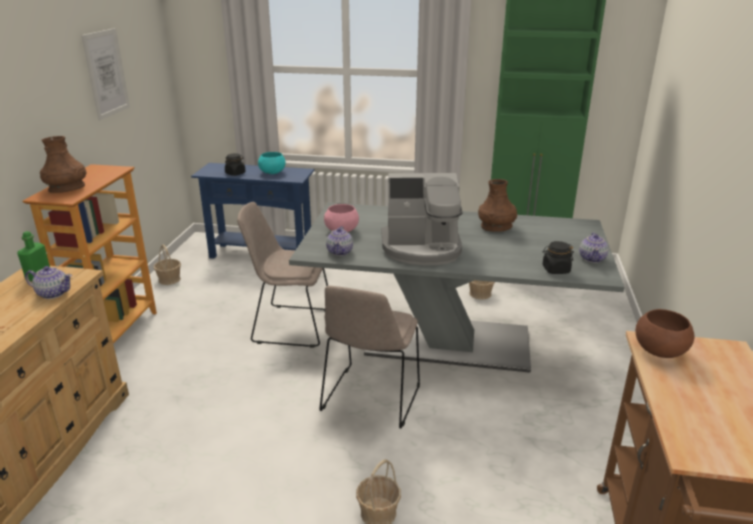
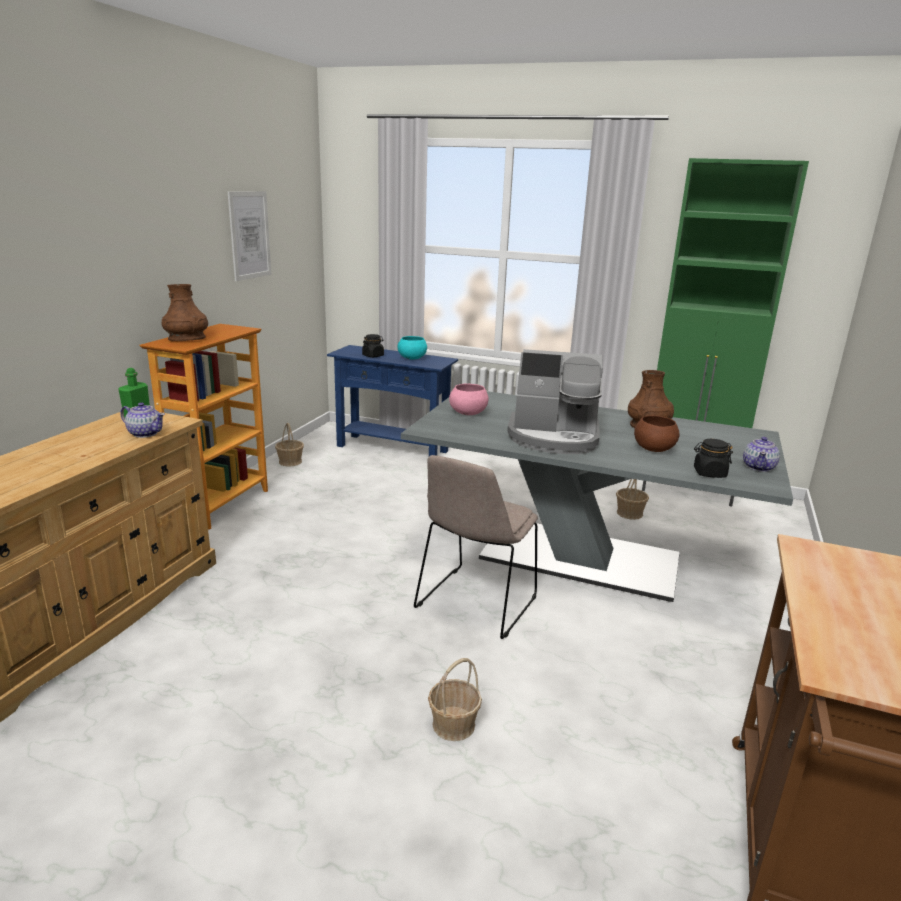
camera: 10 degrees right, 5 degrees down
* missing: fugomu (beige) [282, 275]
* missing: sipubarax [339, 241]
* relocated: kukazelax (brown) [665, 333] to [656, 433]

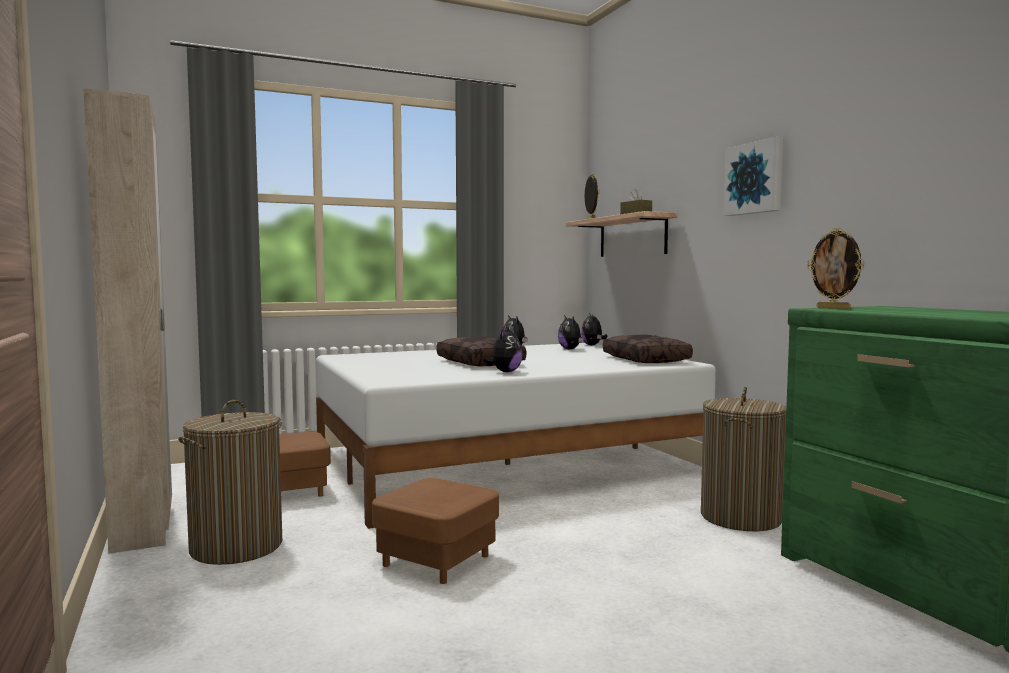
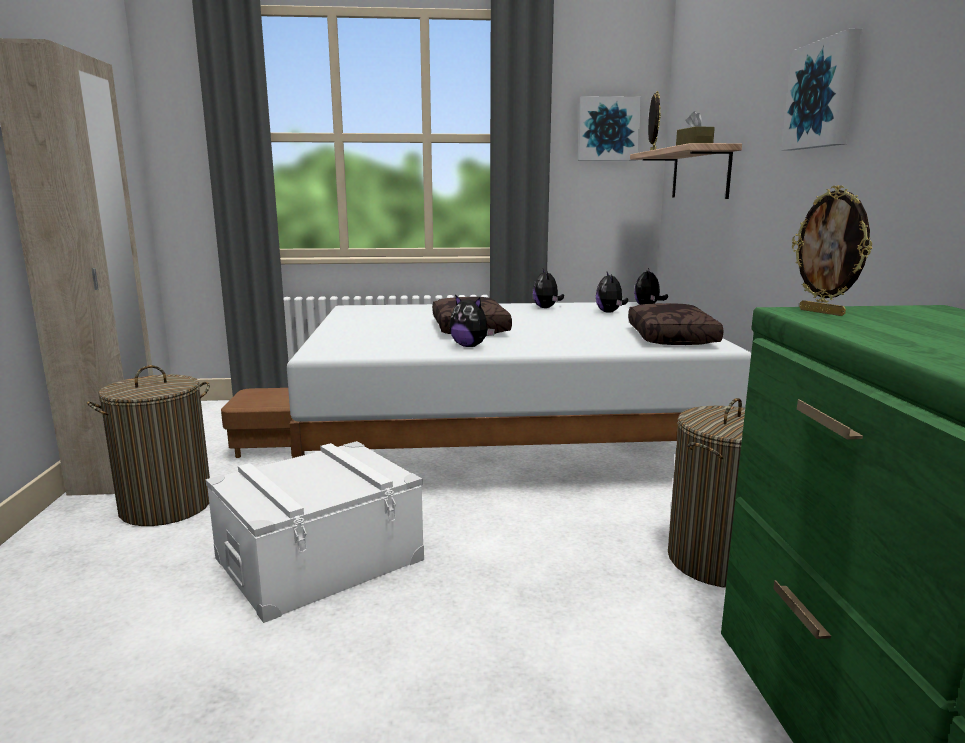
camera: 20 degrees right, 10 degrees up
* spun: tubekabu [503, 350] = [472, 321] 75 degrees clockwise
* exchanged: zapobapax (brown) [435, 531] to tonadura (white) [314, 532]
* appeared: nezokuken [609, 128]

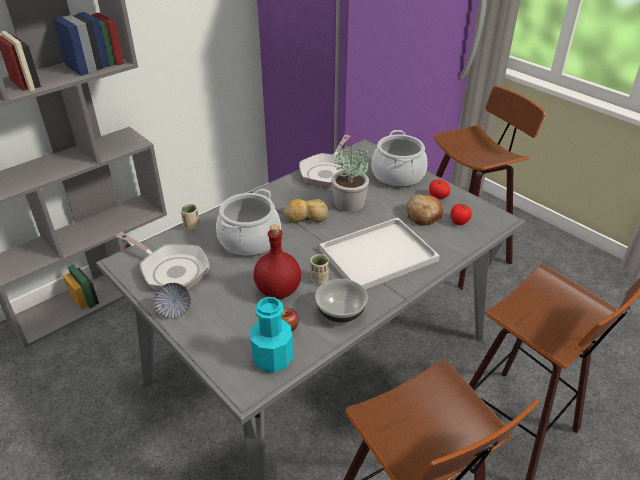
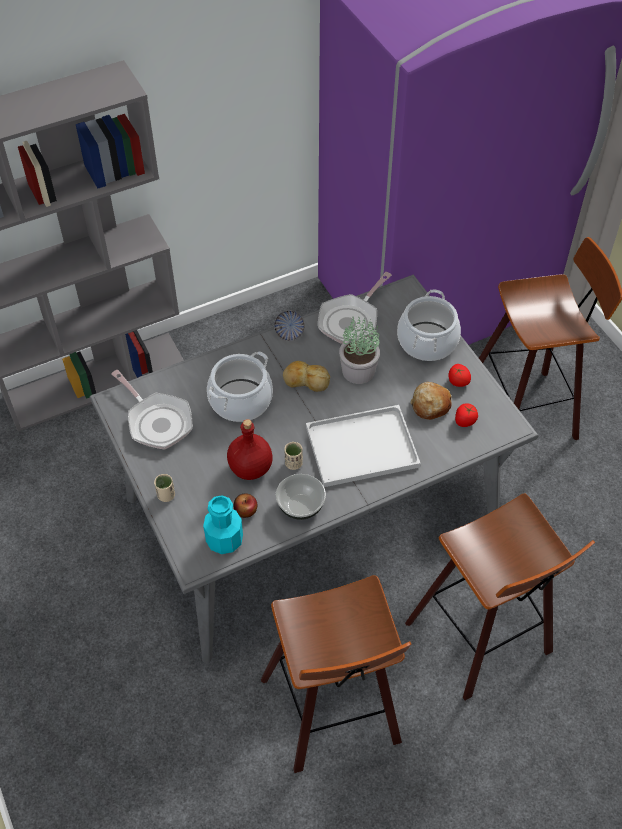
camera: 15 degrees right, 15 degrees up
* relocated: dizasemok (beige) [190, 217] to [164, 488]
* relocated: kukazelax [172, 301] to [289, 325]

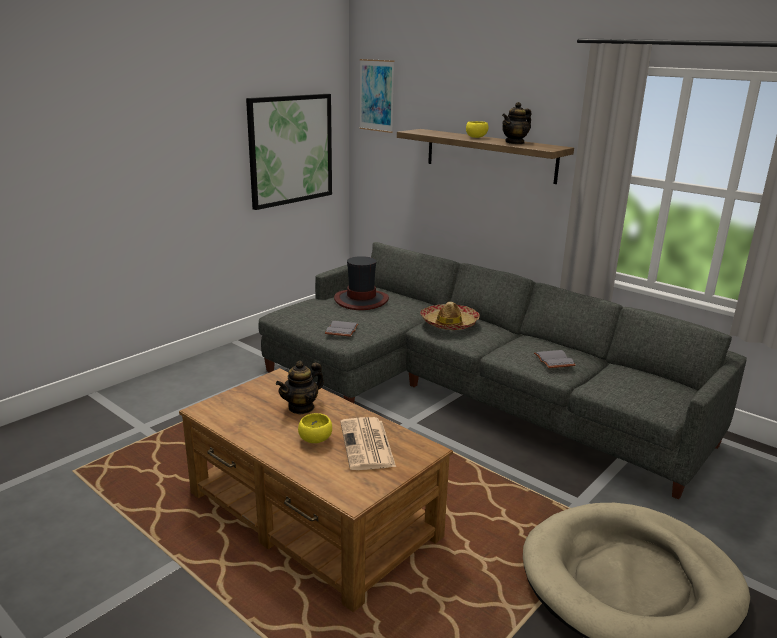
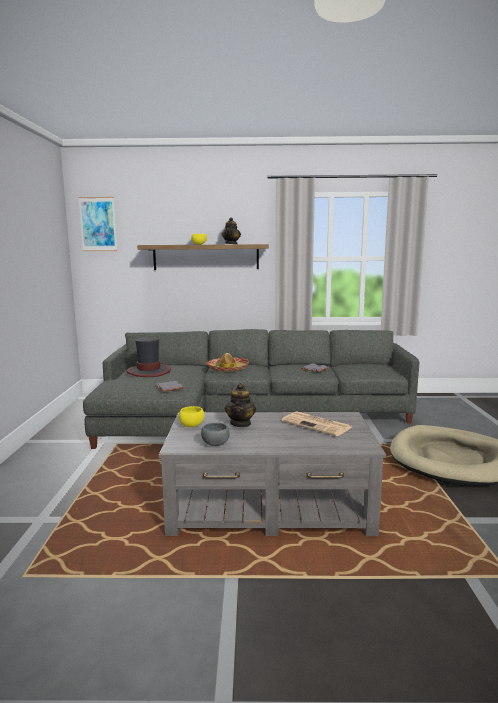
camera: 40 degrees left, 10 degrees down
* missing: nezokuken [289, 152]
* colour: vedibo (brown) [316, 490] to vedibo (grey) [272, 474]
* relocated: kukazelax (yellow) [315, 428] to [192, 416]
* appeared: kukazelax (grey) [215, 434]

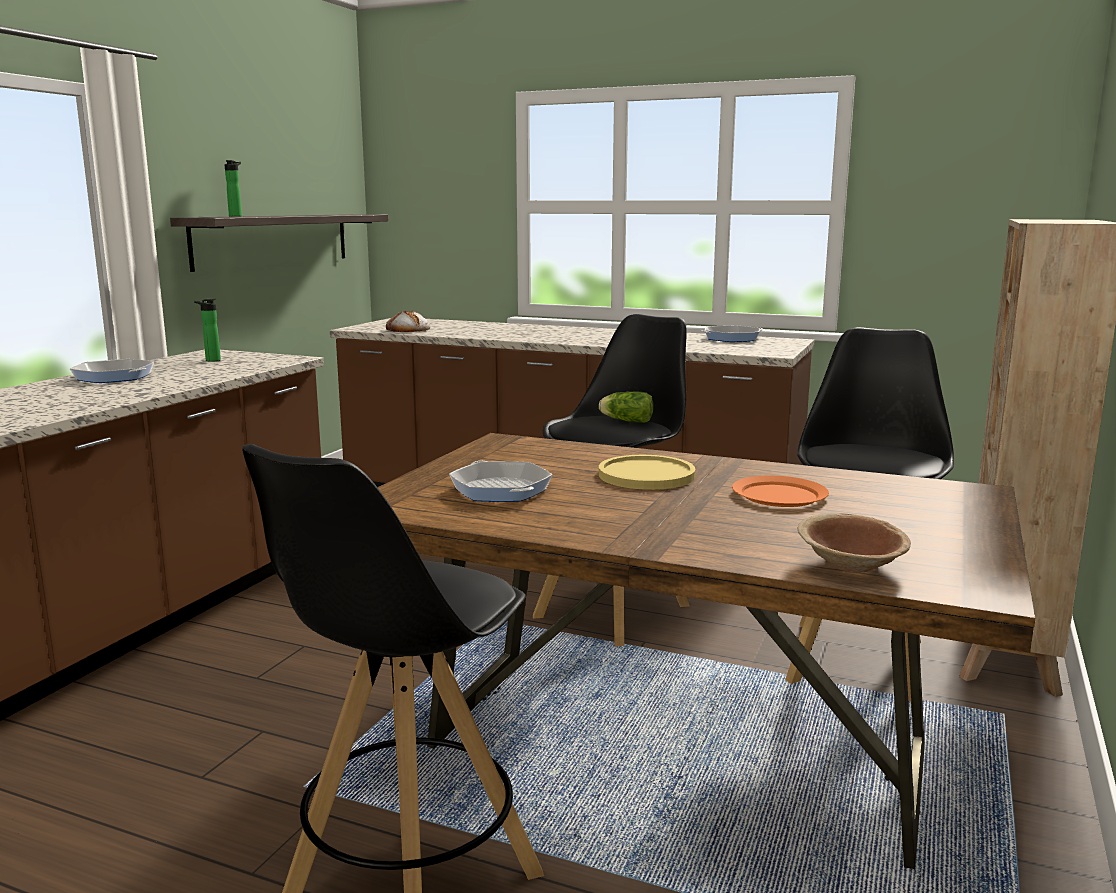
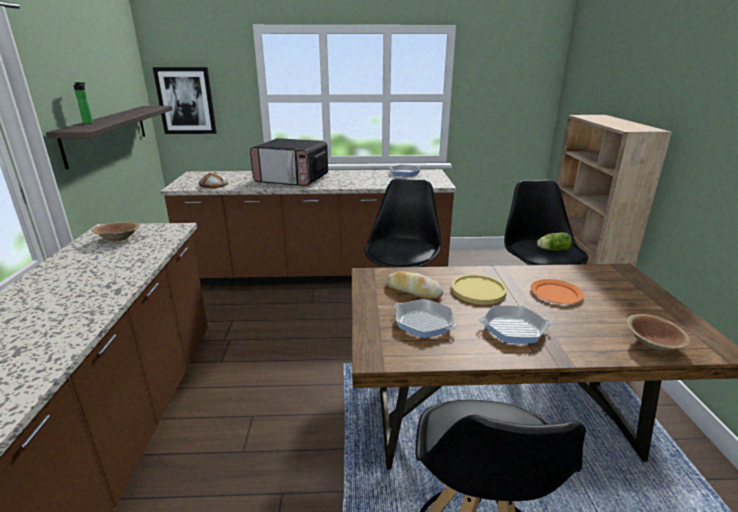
camera: 25 degrees left, 10 degrees up
* exchanged: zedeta [207, 330] to kukazelax (brown) [115, 232]
* relocated: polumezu [112, 371] to [515, 324]
* relocated: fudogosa [626, 407] to [554, 242]
* appeared: nezokuken [185, 100]
* appeared: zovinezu [289, 162]
* appeared: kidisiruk [414, 285]

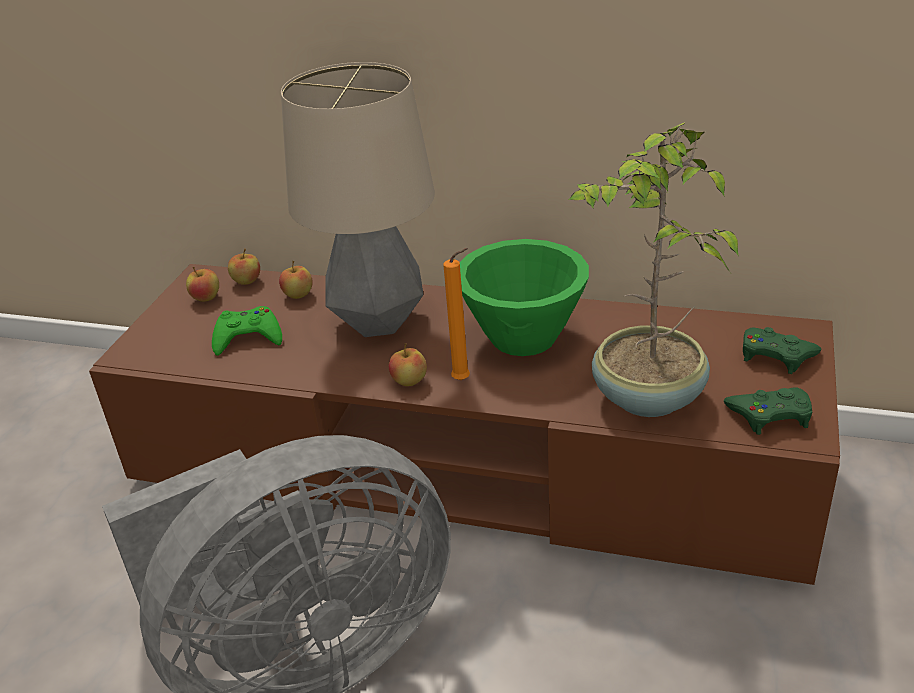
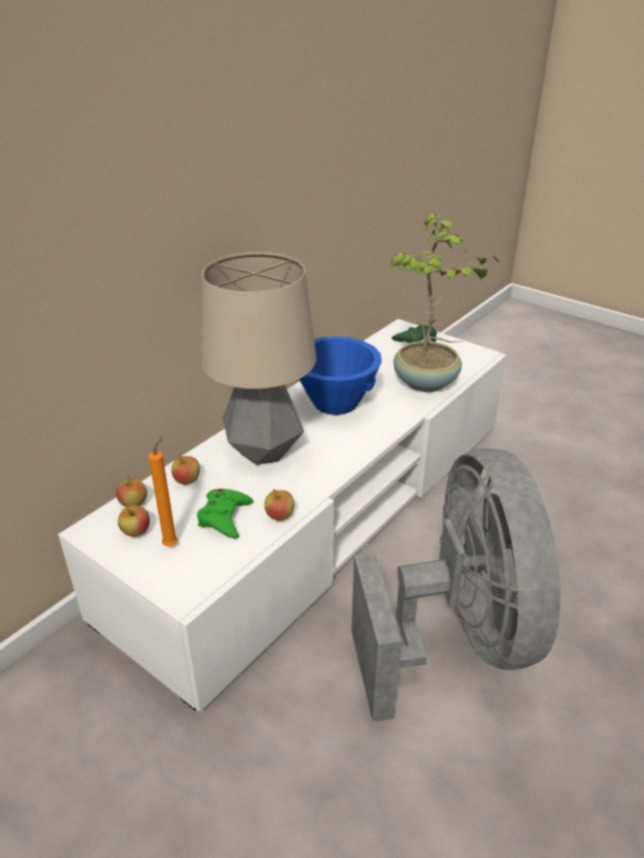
camera: 70 degrees left, 0 degrees up
* colour: kukazelax (green) [524, 297] to kukazelax (blue) [340, 375]
* relocated: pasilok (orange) [456, 314] to [163, 491]
* colour: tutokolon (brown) [464, 424] to tutokolon (white) [282, 515]
* relocated: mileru [408, 364] to [279, 505]
* missing: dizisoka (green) [768, 411]

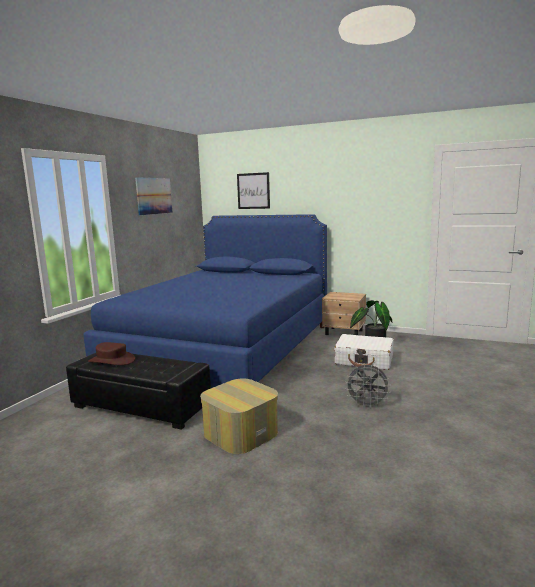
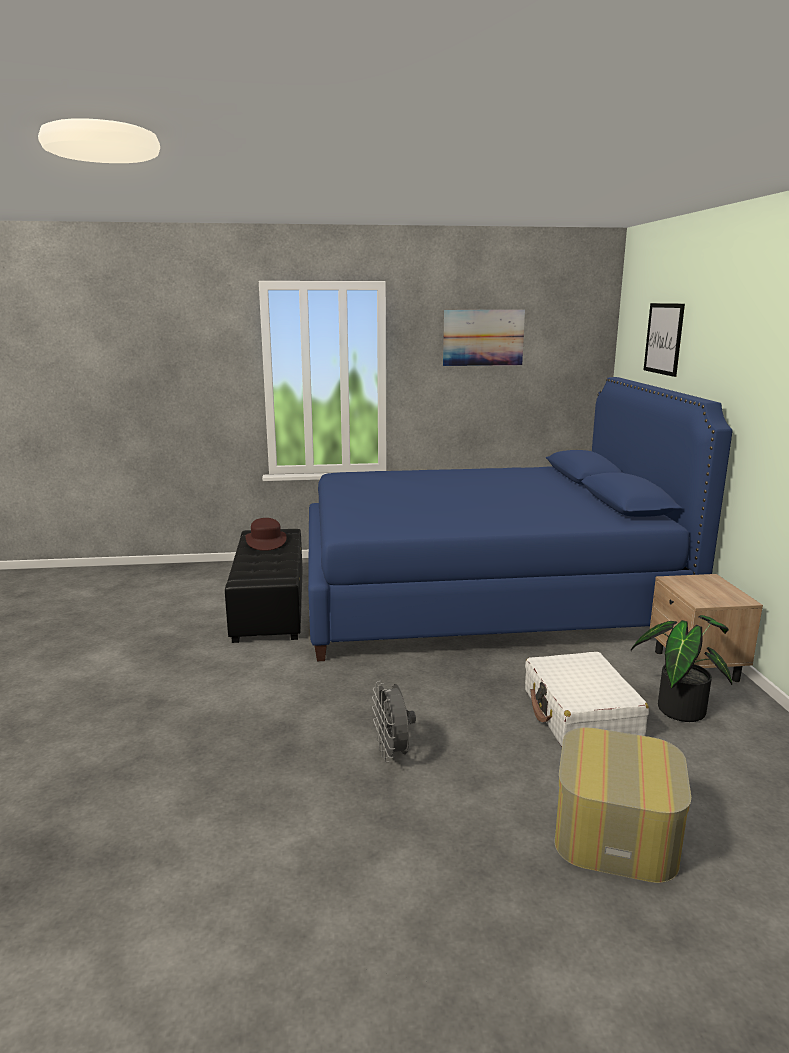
camera: 60 degrees right, 5 degrees up
* relocated: zapobapax [239, 416] to [622, 805]

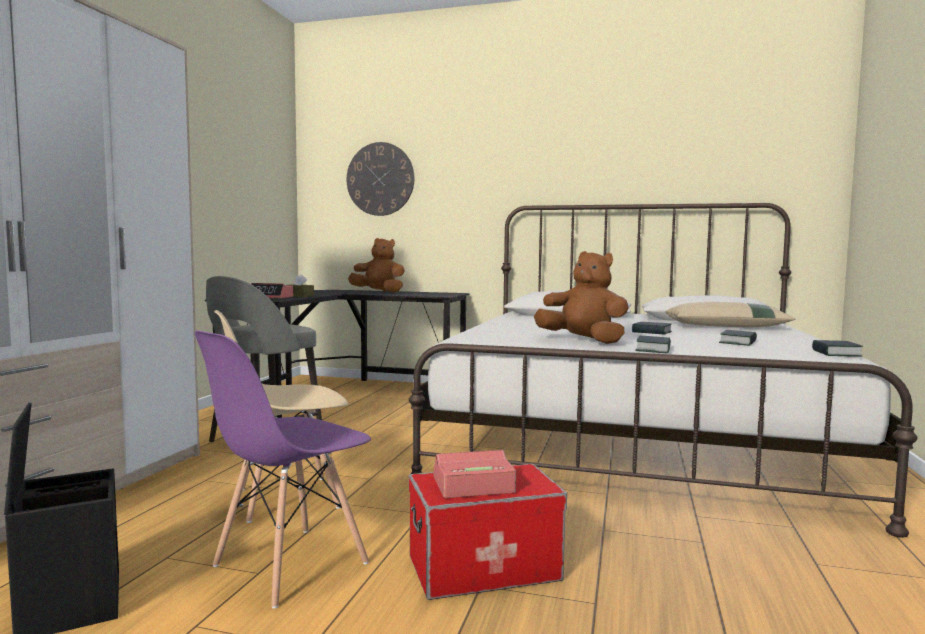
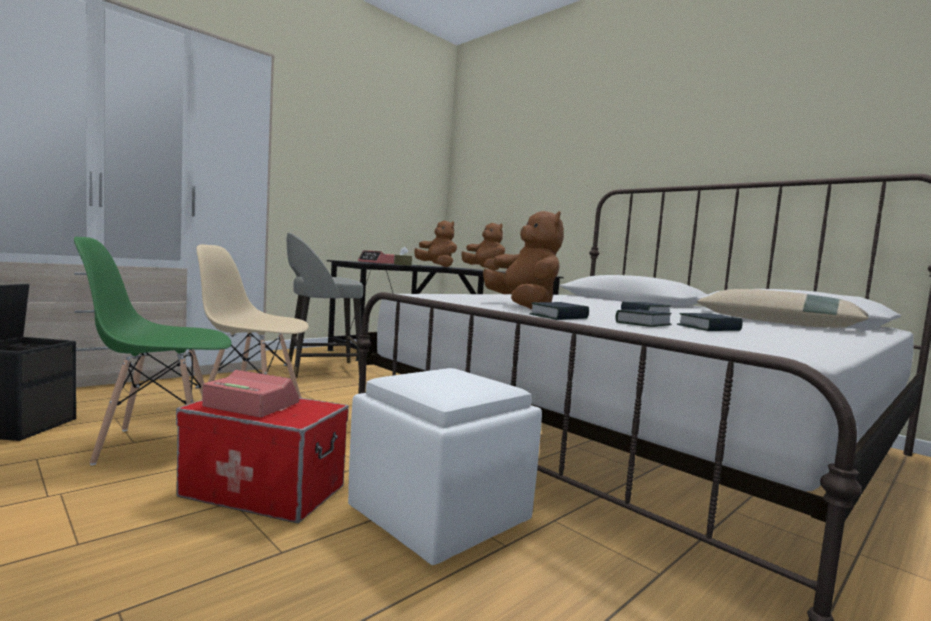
camera: 30 degrees right, 0 degrees up
* missing: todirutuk [380, 179]
* colour: fugomu (purple) [283, 469] to fugomu (green) [153, 351]
* relocated: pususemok [837, 348] to [643, 318]
* appeared: tubekabu (brown) [435, 244]
* appeared: zapobapax (white) [445, 466]

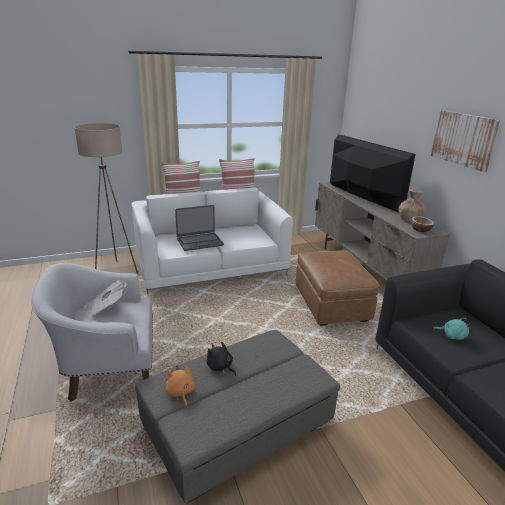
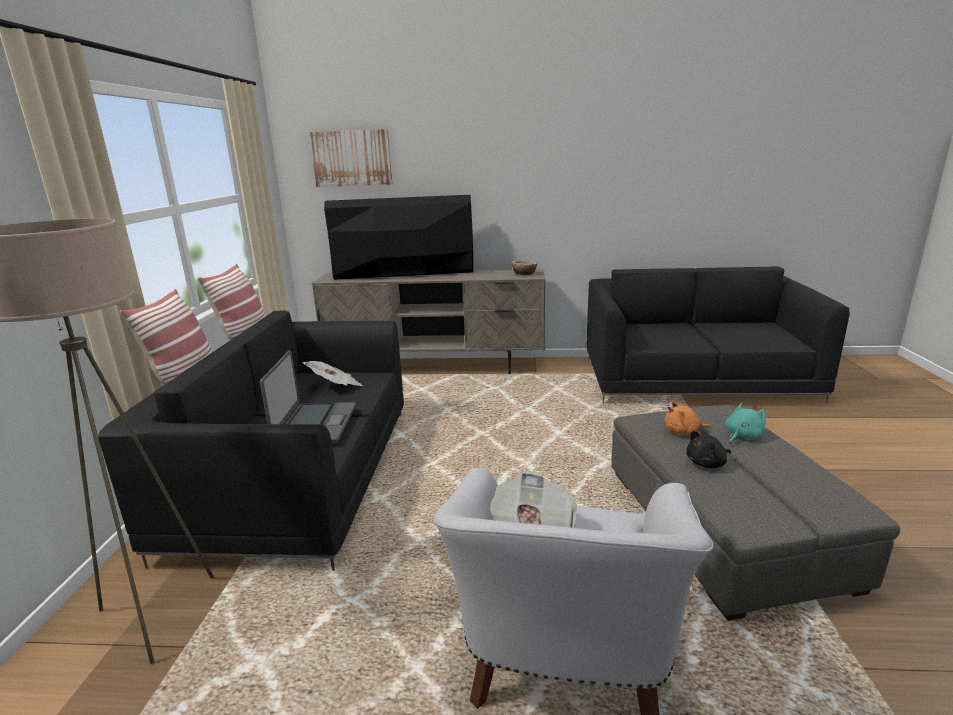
camera: 65 degrees left, 5 degrees down
* relocated: nezokuken [466, 141] to [350, 158]
* colour: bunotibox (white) [212, 241] to bunotibox (black) [251, 440]
* missing: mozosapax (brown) [411, 205]
* missing: zapobapax (brown) [338, 288]
* relocated: tubekabu (turquoise) [452, 329] to [745, 423]
* relocated: tubekabu (orange) [180, 386] to [688, 418]
* appeared: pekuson [333, 373]

